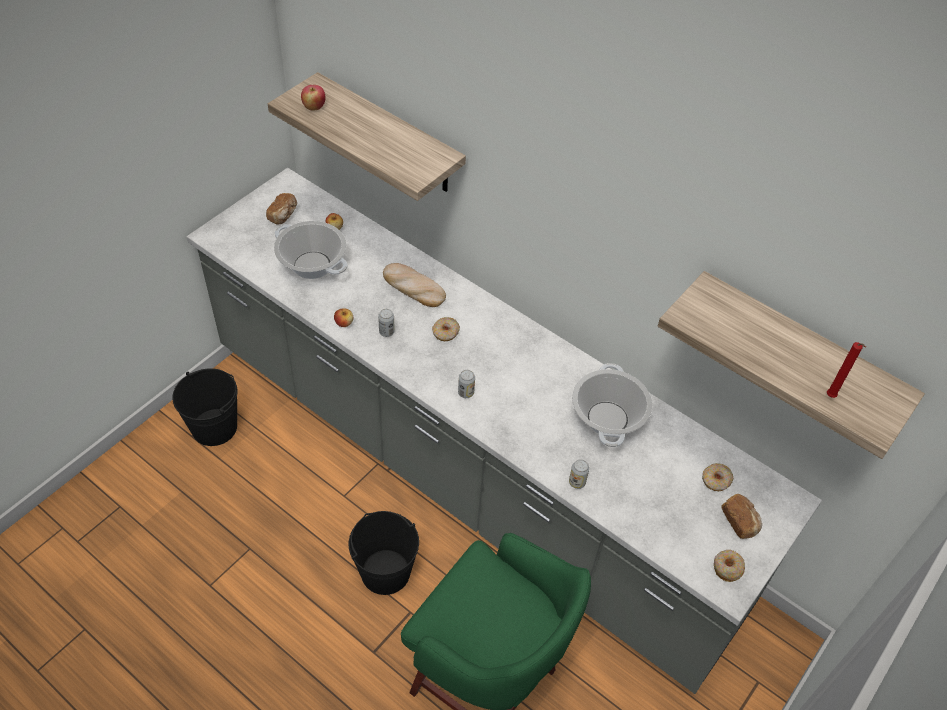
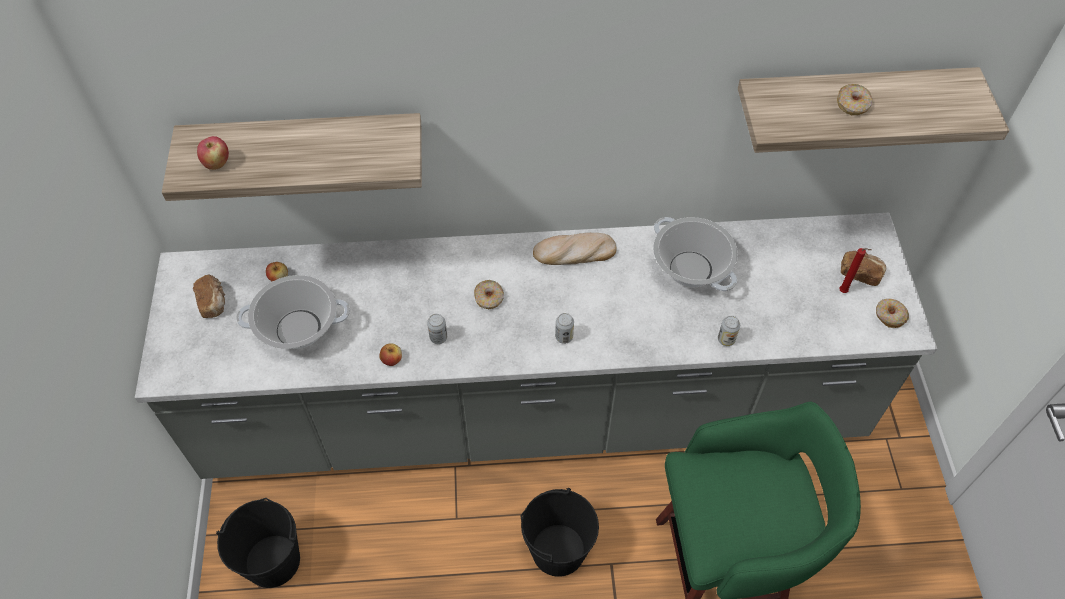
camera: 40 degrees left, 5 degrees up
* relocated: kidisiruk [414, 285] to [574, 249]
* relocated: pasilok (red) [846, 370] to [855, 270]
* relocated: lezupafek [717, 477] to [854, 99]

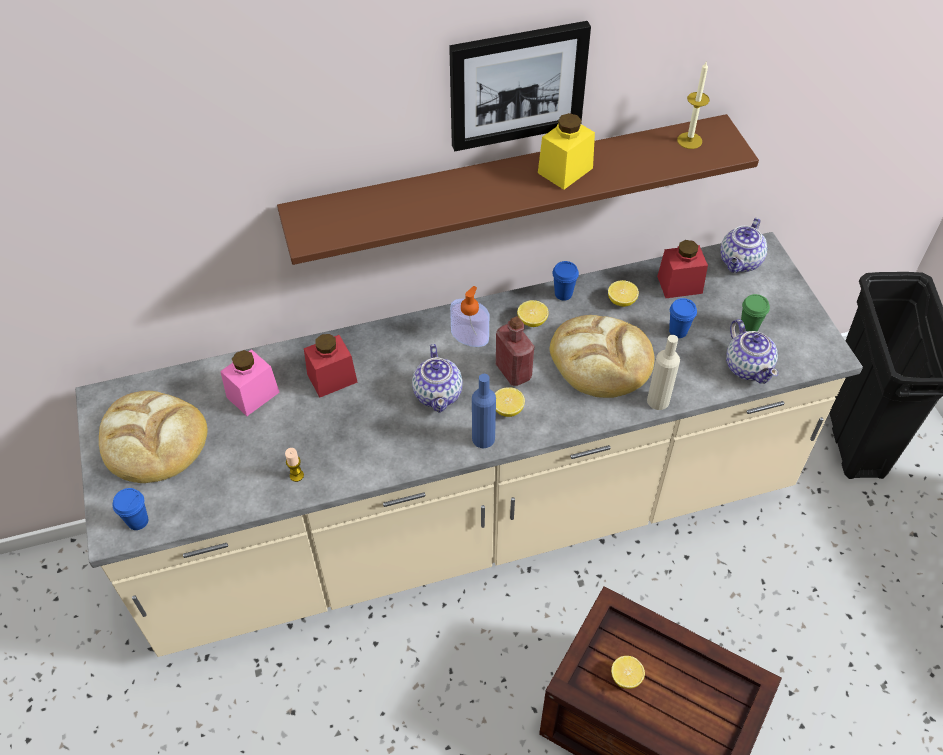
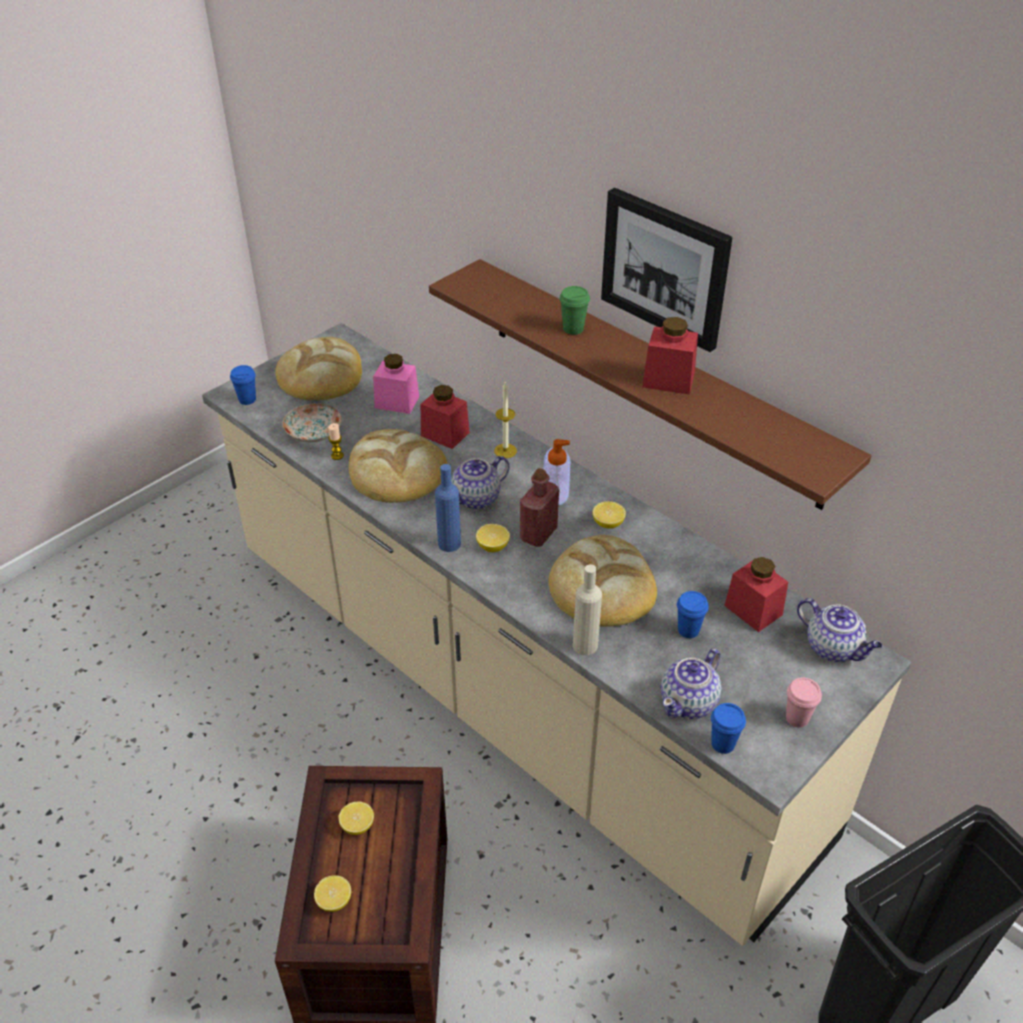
camera: 60 degrees right, 10 degrees down
* relocated: pasilok [693, 105] to [505, 420]
* colour: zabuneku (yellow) [566, 151] to zabuneku (red) [670, 356]
* spun: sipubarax [743, 245] = [839, 630] 135 degrees counterclockwise
* relocated: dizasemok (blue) [565, 281] to [728, 728]
* relocated: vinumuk [623, 293] to [332, 893]
* relocated: dizasemok (green) [755, 312] to [574, 310]
* appeared: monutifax [312, 423]
* appeared: kidisiruk [398, 466]
* appeared: dizasemok (pink) [804, 703]

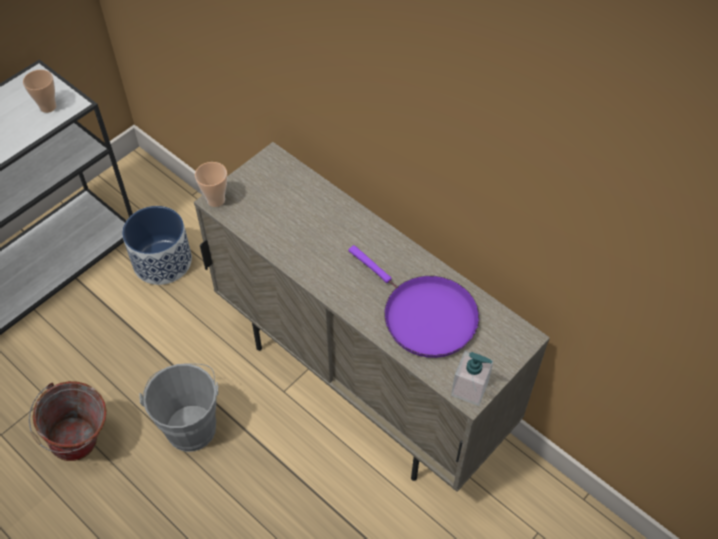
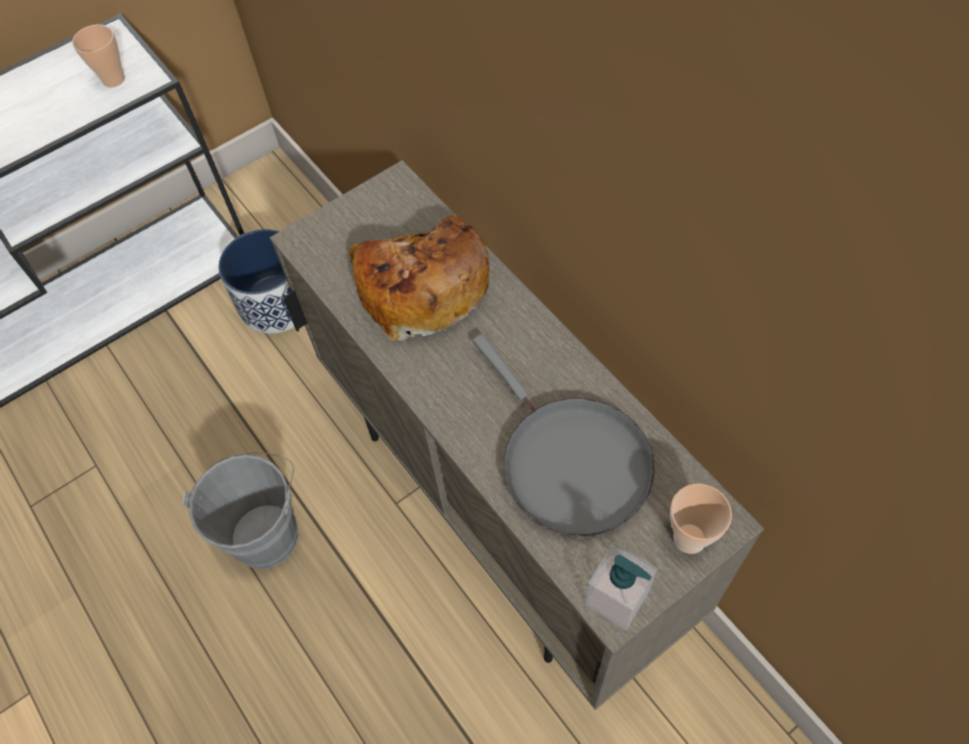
camera: 15 degrees right, 5 degrees up
* relocated: dizasemok [211, 184] to [701, 519]
* colour: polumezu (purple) [414, 301] to polumezu (grey) [564, 435]
* missing: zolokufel [68, 421]
* appeared: kidisiruk [419, 278]

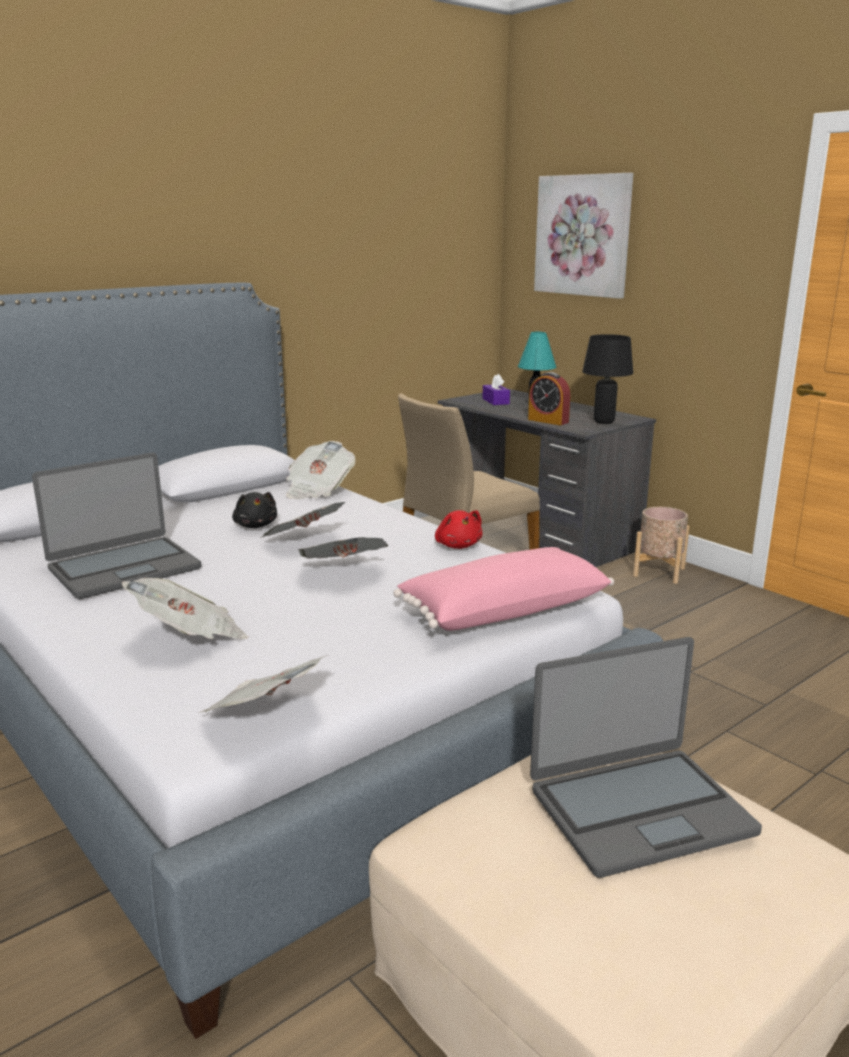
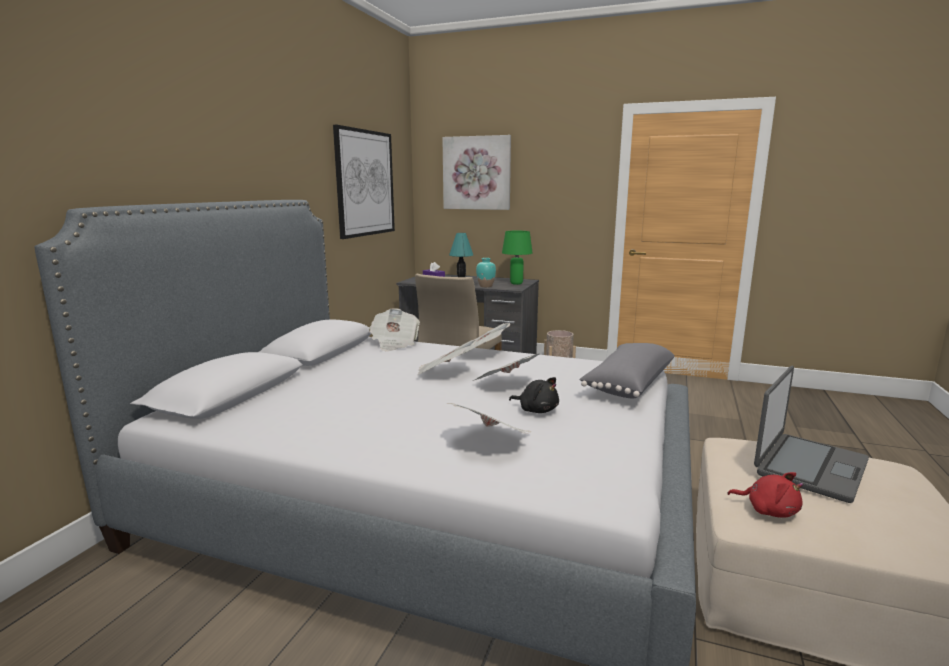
camera: 30 degrees left, 5 degrees down
* colour: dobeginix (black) [607, 379] to dobeginix (green) [517, 258]
* exchanged: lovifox [549, 398] to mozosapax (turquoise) [486, 272]
* missing: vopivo [117, 526]
* relocated: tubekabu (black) [254, 510] to [534, 395]
* relocated: tubekabu (red) [458, 529] to [765, 495]
* colour: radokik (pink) [503, 589] to radokik (grey) [627, 371]
* relocated: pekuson [263, 684] to [485, 339]
* appeared: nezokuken [364, 182]

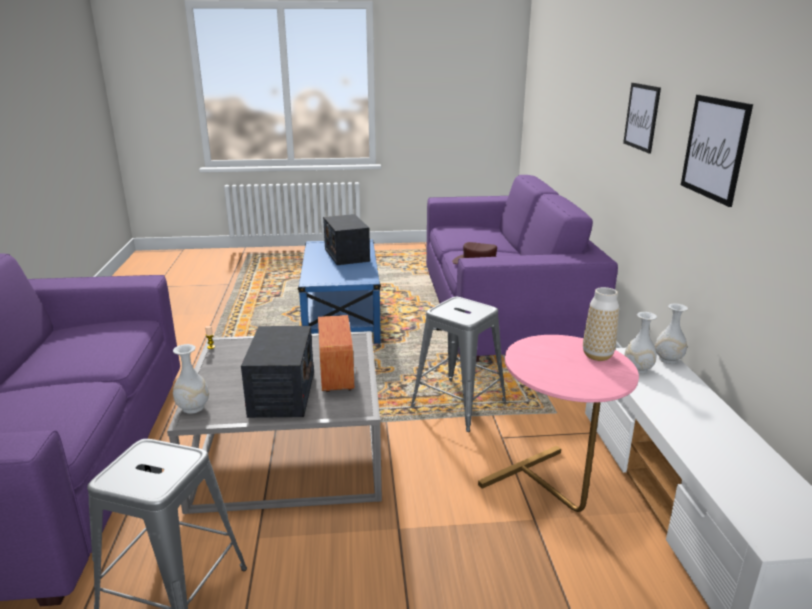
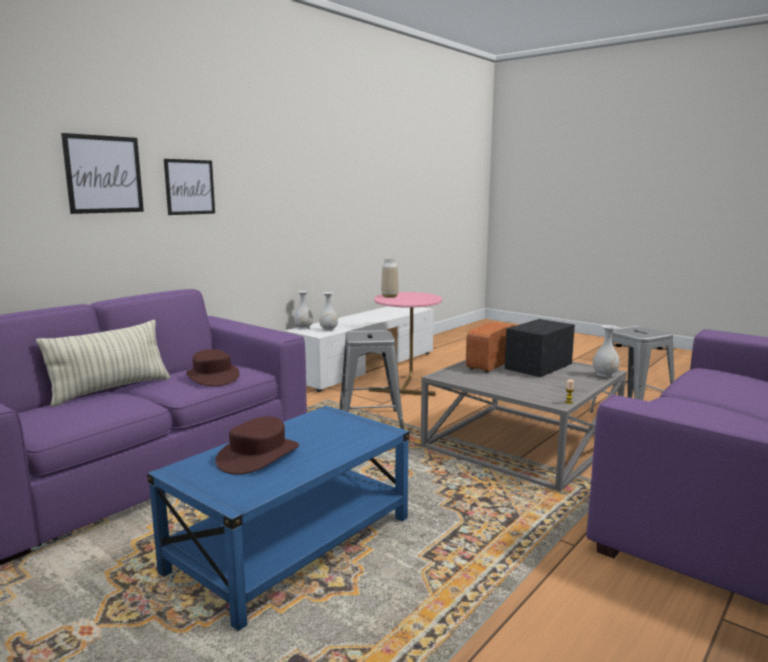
camera: 135 degrees left, 10 degrees down
* relocated: nezokuken [717, 151] to [102, 173]
* exchanged: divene [346, 239] to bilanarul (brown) [257, 445]
* appeared: radokik [103, 363]

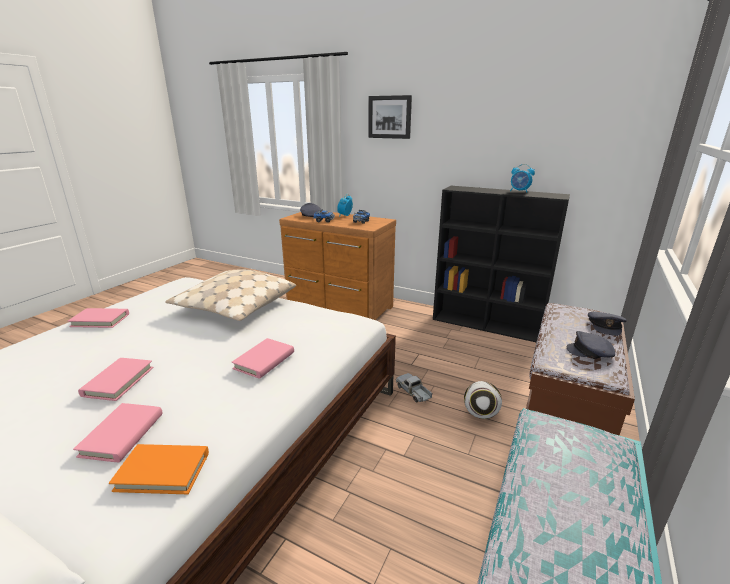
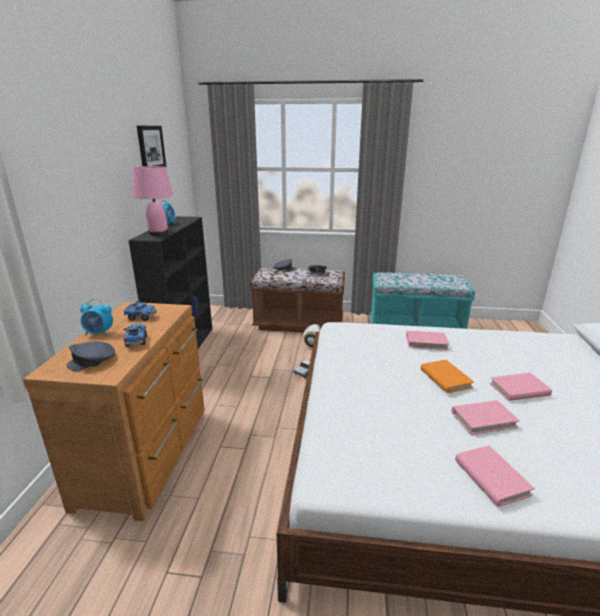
camera: 110 degrees left, 0 degrees up
* relocated: nezokuken [390, 117] to [151, 146]
* missing: radokik (beige) [230, 295]
* relocated: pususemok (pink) [118, 433] to [485, 417]
* relocated: pususemok (orange) [159, 469] to [447, 376]
* appeared: dobeginix (pink) [153, 201]

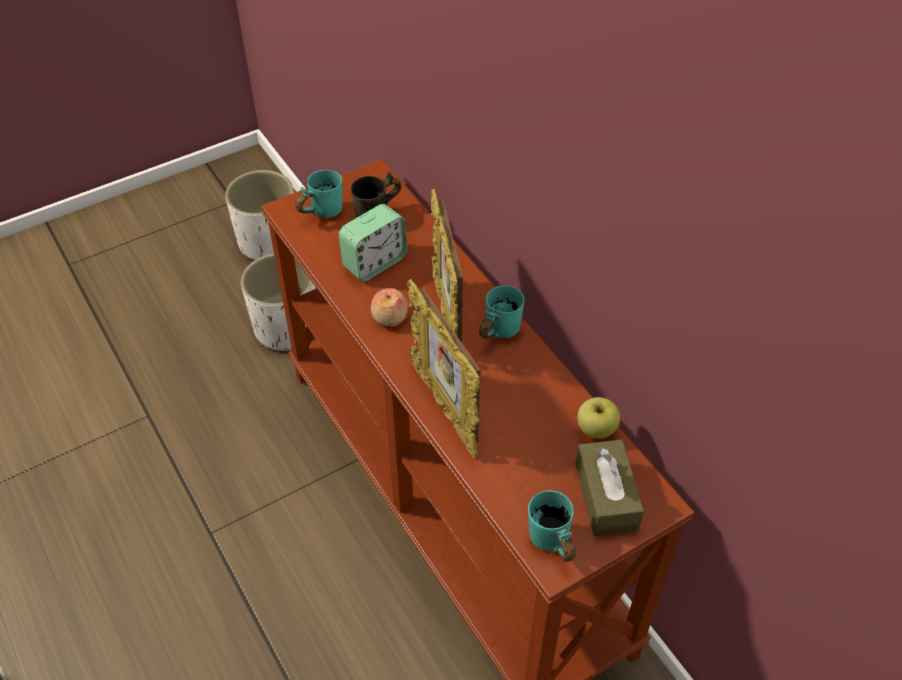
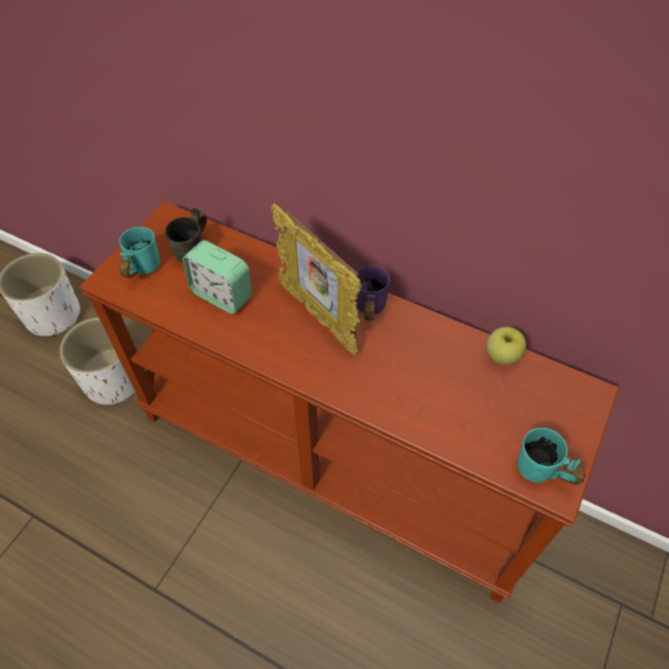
camera: 30 degrees left, 5 degrees up
* spun: lovifox [373, 243] = [217, 277] 105 degrees clockwise
* missing: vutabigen [444, 368]
* colour: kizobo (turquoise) [501, 312] to kizobo (purple) [373, 293]
* missing: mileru [389, 307]
* missing: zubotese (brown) [609, 487]

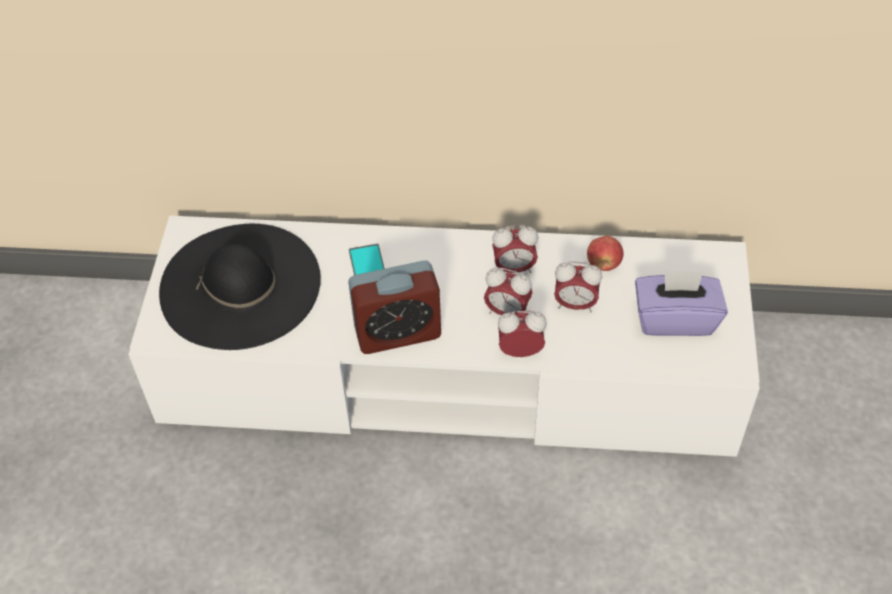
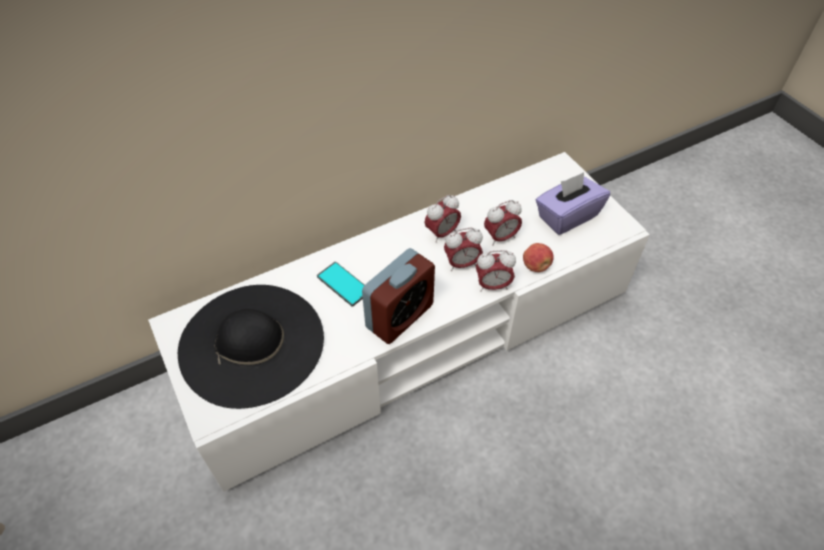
camera: 35 degrees left, 0 degrees up
* relocated: mileru [605, 253] to [538, 257]
* spun: lovifox [522, 334] = [496, 271] 150 degrees counterclockwise

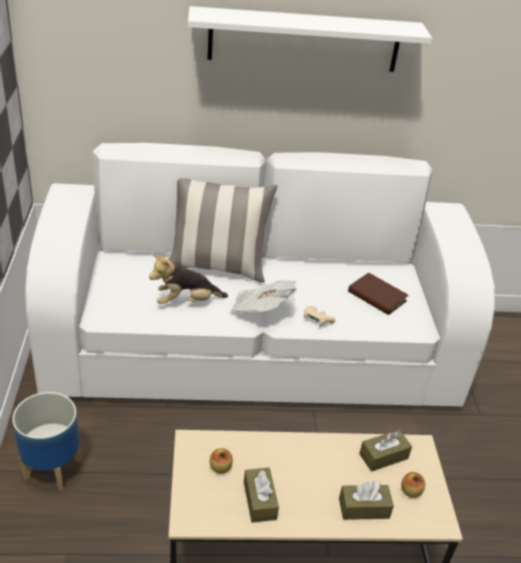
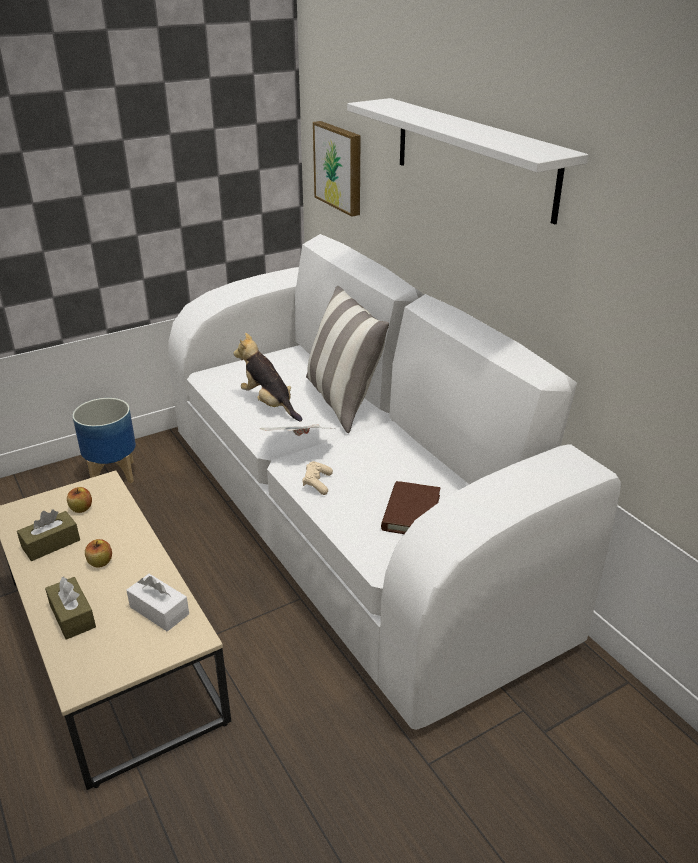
camera: 65 degrees right, 5 degrees down
* colour: zubotese (brown) [385, 450] to zubotese (white) [157, 602]
* relocated: mileru [413, 485] to [98, 553]
* appeared: nezokuken [337, 168]

